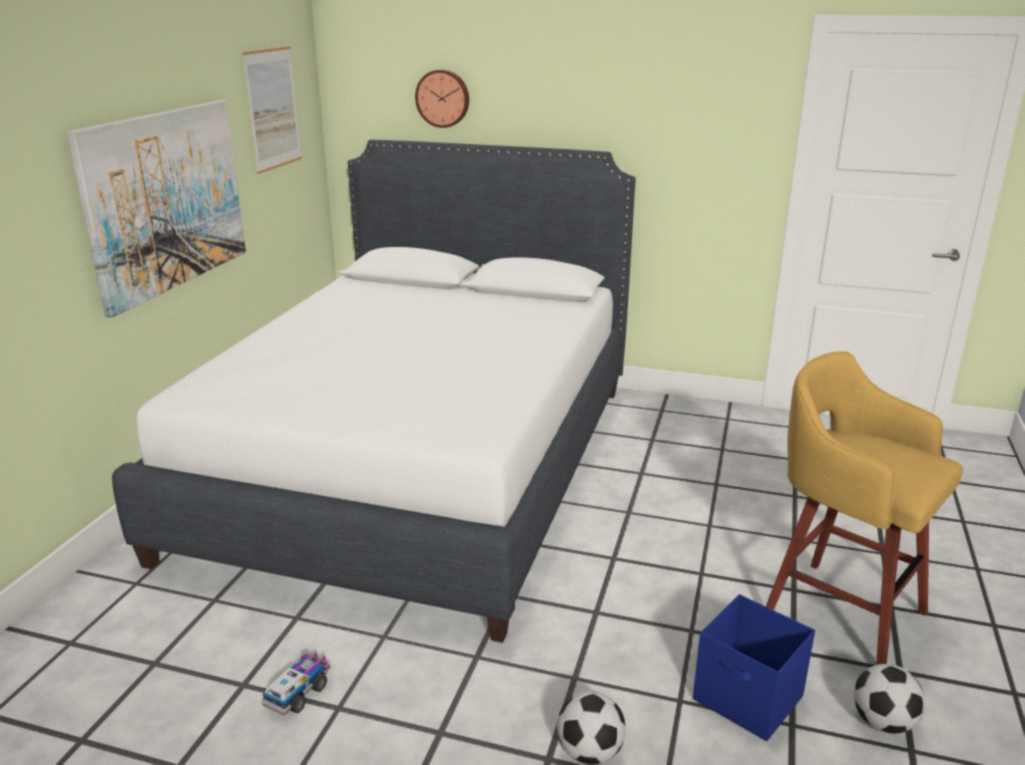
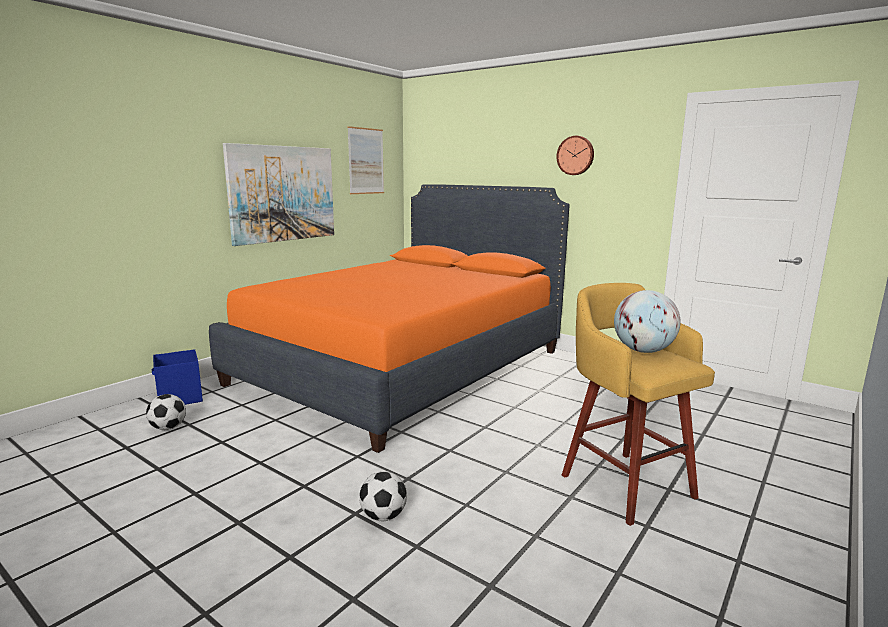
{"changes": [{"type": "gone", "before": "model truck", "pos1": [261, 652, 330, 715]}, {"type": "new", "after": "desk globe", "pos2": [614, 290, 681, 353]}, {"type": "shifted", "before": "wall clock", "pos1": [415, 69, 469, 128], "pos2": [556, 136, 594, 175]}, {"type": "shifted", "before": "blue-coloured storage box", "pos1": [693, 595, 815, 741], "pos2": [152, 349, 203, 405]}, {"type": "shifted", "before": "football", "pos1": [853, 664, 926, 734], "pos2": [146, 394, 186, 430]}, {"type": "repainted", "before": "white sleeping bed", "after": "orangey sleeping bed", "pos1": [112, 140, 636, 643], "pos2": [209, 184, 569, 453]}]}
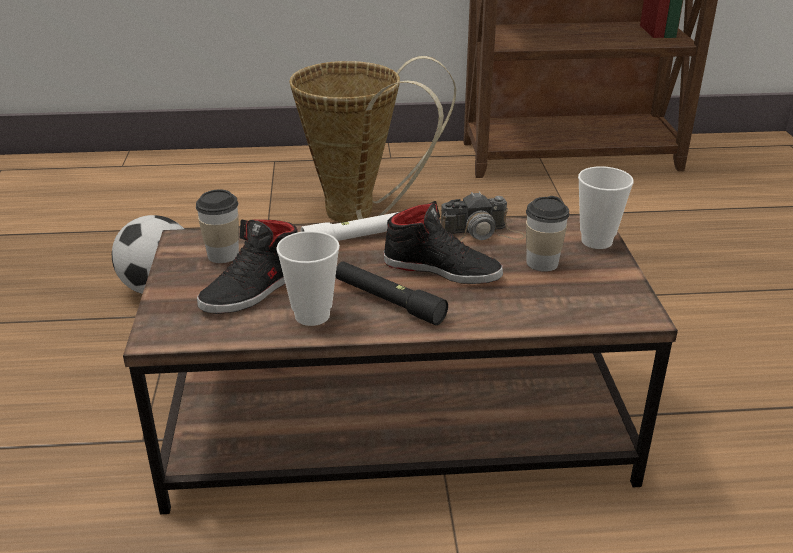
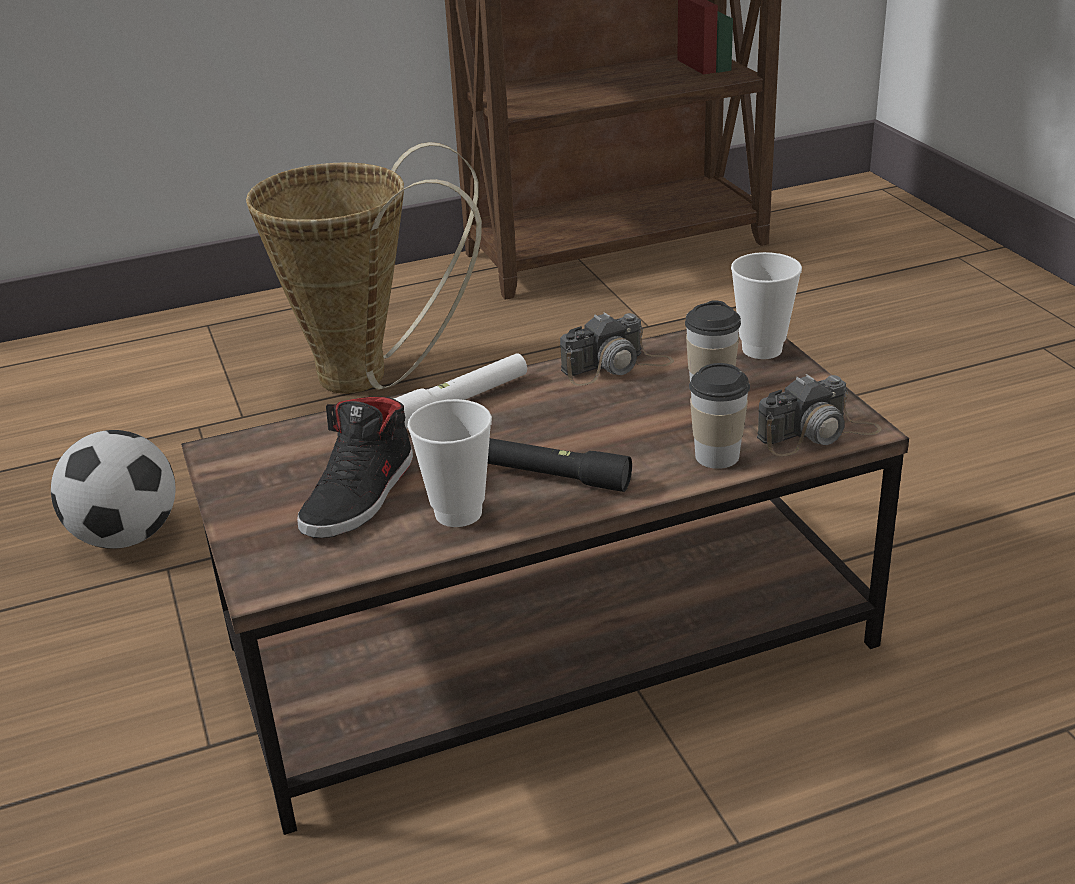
{"changes": [{"type": "gone", "before": "black-coloured item of footwear", "pos1": [383, 201, 503, 284]}, {"type": "new", "after": "photo camera", "pos2": [757, 374, 882, 456]}, {"type": "shifted", "before": "drinking cup", "pos1": [196, 189, 239, 263], "pos2": [689, 363, 750, 469]}]}
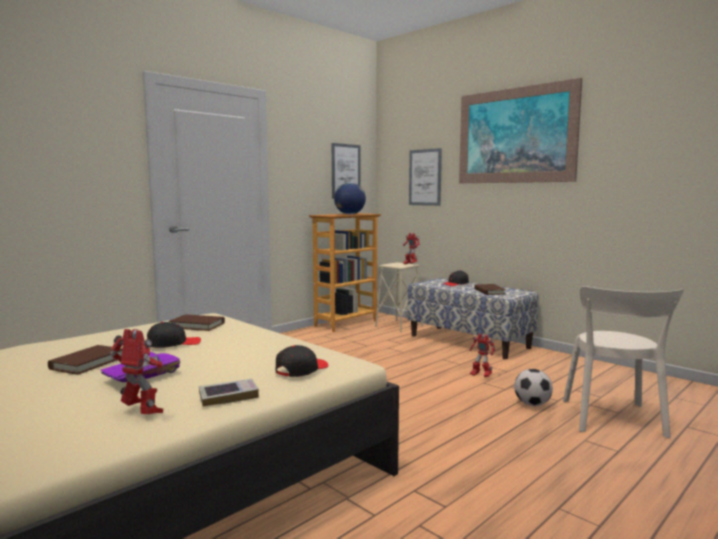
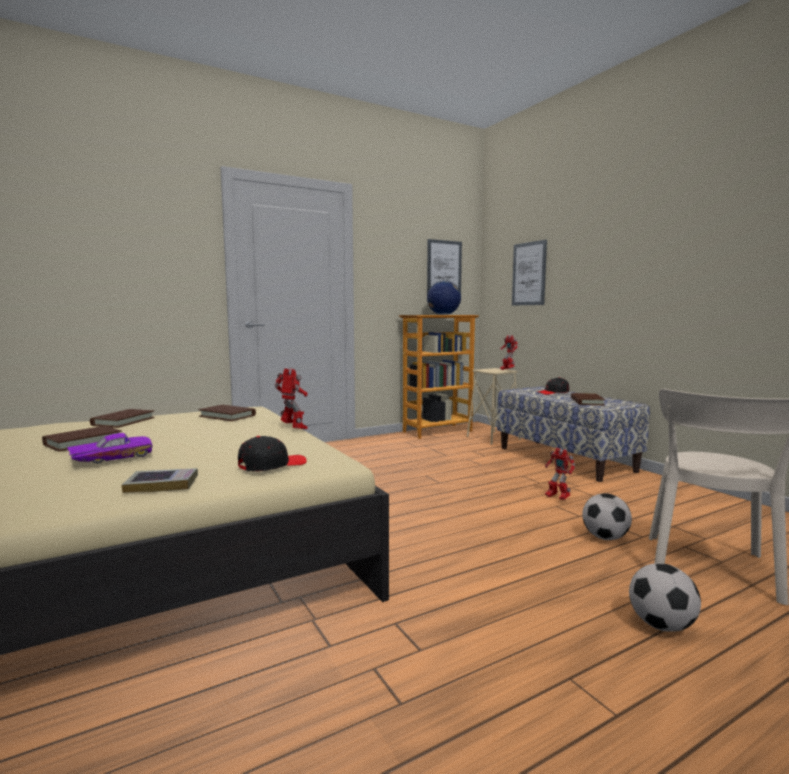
{"changes": [{"type": "gone", "before": "black-coloured cap", "pos1": [147, 322, 201, 348]}, {"type": "gone", "before": "wall picture", "pos1": [459, 78, 582, 183]}, {"type": "new", "after": "brown volume", "pos2": [90, 409, 155, 428]}, {"type": "new", "after": "football", "pos2": [629, 563, 701, 632]}, {"type": "shifted", "before": "model robot", "pos1": [110, 329, 163, 414], "pos2": [275, 368, 308, 429]}]}
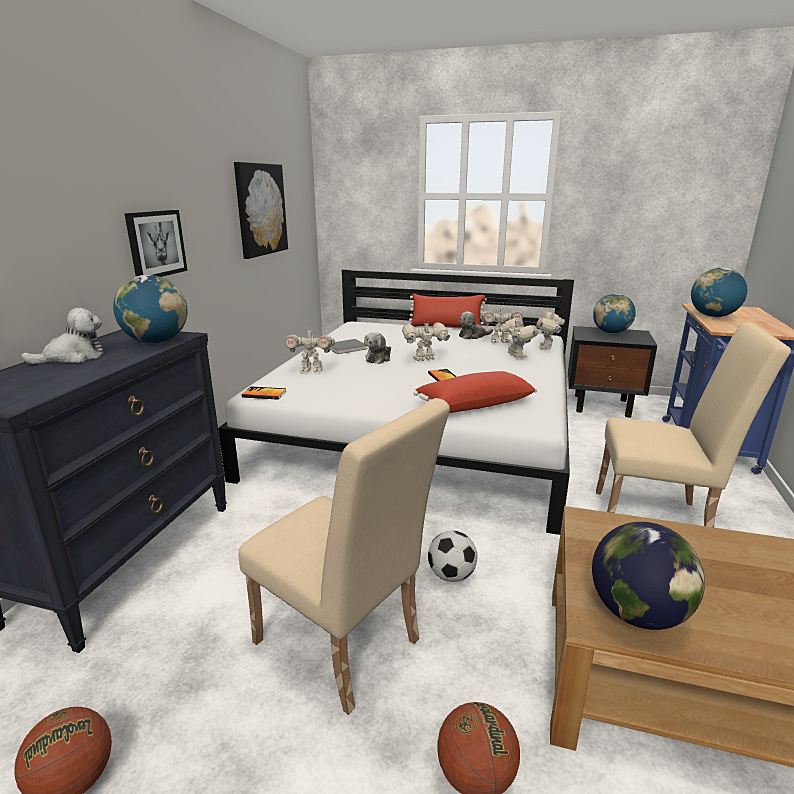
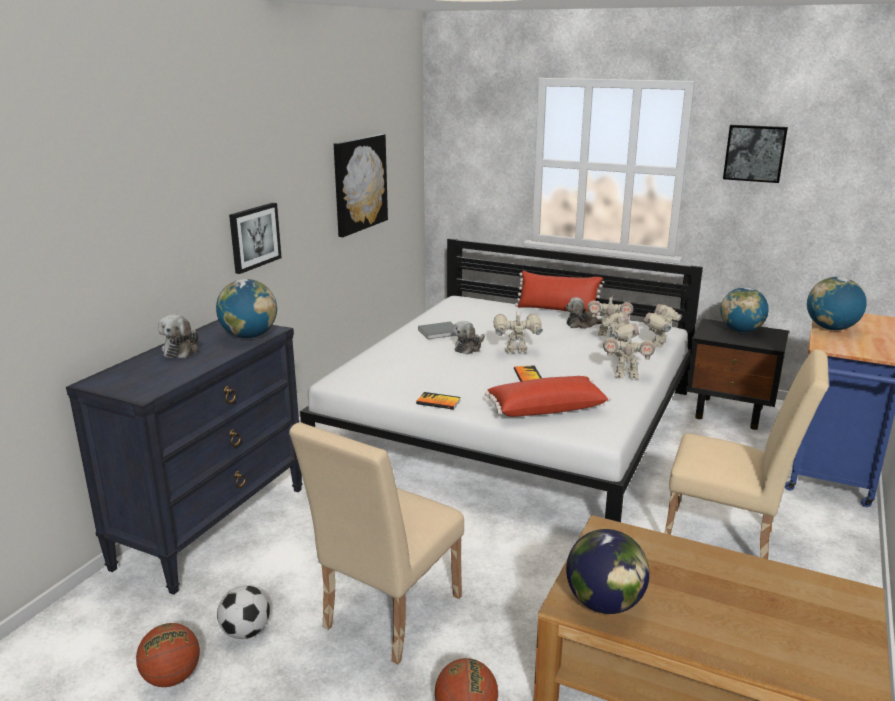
{"changes": [{"type": "new", "after": "wall picture", "pos2": [723, 125, 788, 183]}, {"type": "shifted", "before": "volume", "pos1": [242, 386, 286, 400], "pos2": [416, 392, 461, 410]}, {"type": "shifted", "before": "model robot", "pos1": [285, 327, 335, 372], "pos2": [603, 330, 655, 379]}, {"type": "shifted", "before": "football", "pos1": [428, 531, 478, 582], "pos2": [217, 585, 270, 639]}, {"type": "rotated", "before": "plush toy", "pos1": [21, 308, 104, 364], "pos2": [158, 314, 199, 358], "turn": 120}, {"type": "rotated", "before": "beige-coloured chair", "pos1": [238, 398, 450, 715], "pos2": [289, 422, 464, 664], "turn": 75}]}
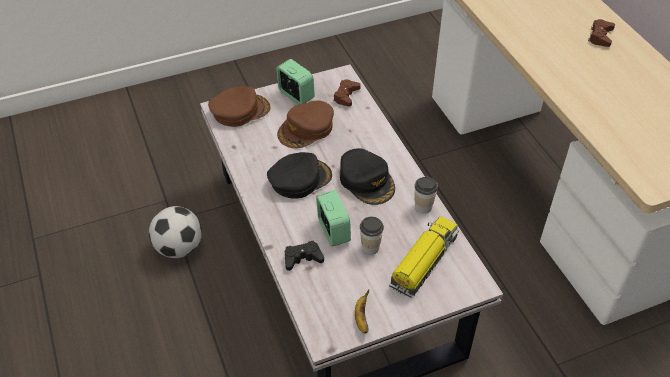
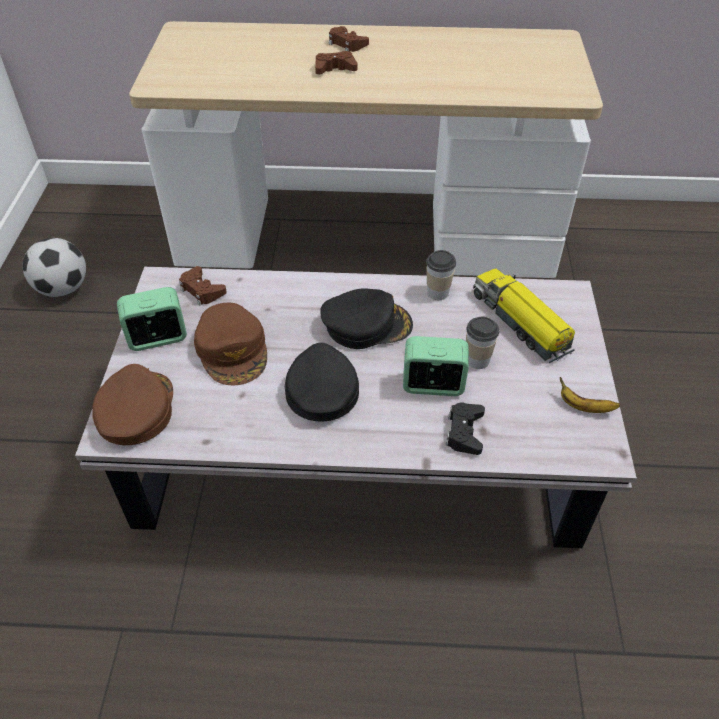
{"changes": [{"type": "new", "after": "brown game controller", "pos2": [315, 51, 358, 74]}, {"type": "shifted", "before": "football", "pos1": [149, 206, 202, 258], "pos2": [23, 238, 86, 297]}]}
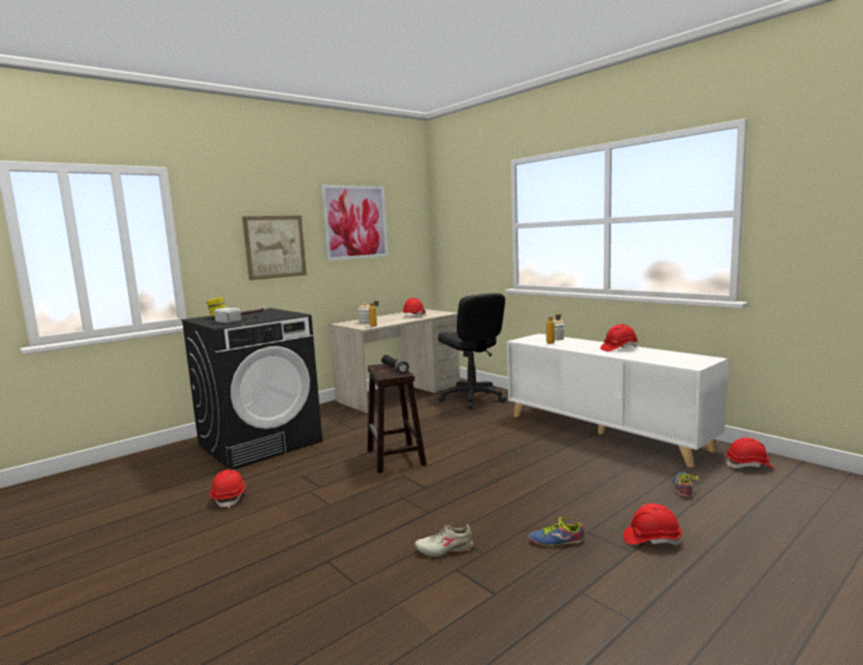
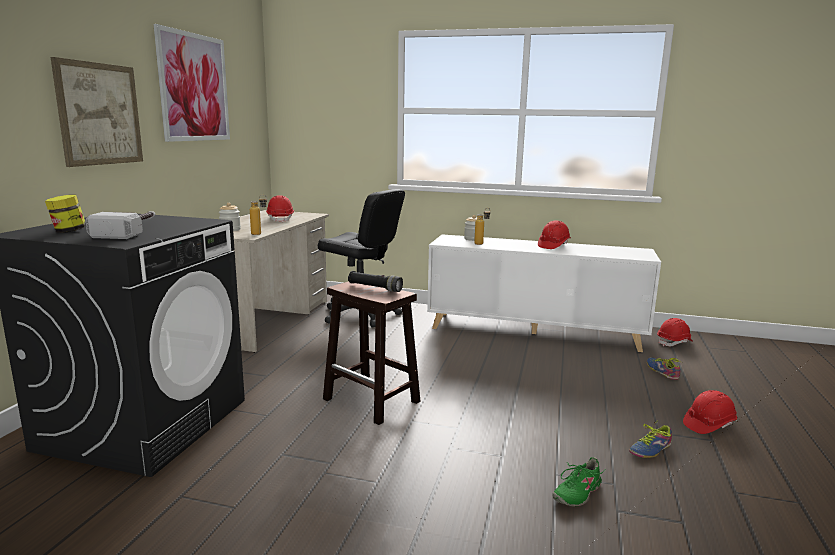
{"changes": [{"type": "gone", "before": "red-coloured work helmet", "pos1": [210, 469, 246, 508]}, {"type": "repainted", "before": "beige-coloured item of footwear", "after": "green-coloured item of footwear", "pos1": [414, 524, 474, 557], "pos2": [552, 457, 606, 506]}]}
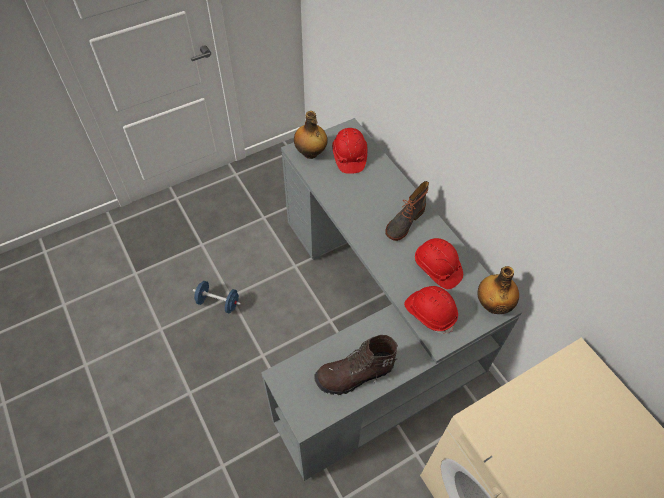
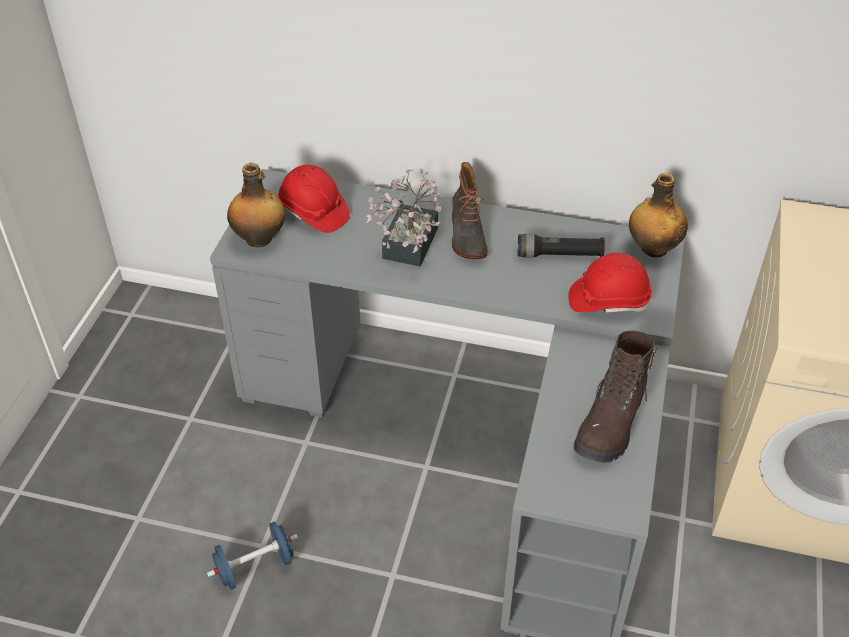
{"changes": [{"type": "new", "after": "potted plant", "pos2": [366, 168, 441, 267]}, {"type": "swapped", "before": "red-coloured work helmet", "after": "black-coloured flashlight", "pos1": [415, 238, 463, 289], "pos2": [518, 234, 605, 258]}]}
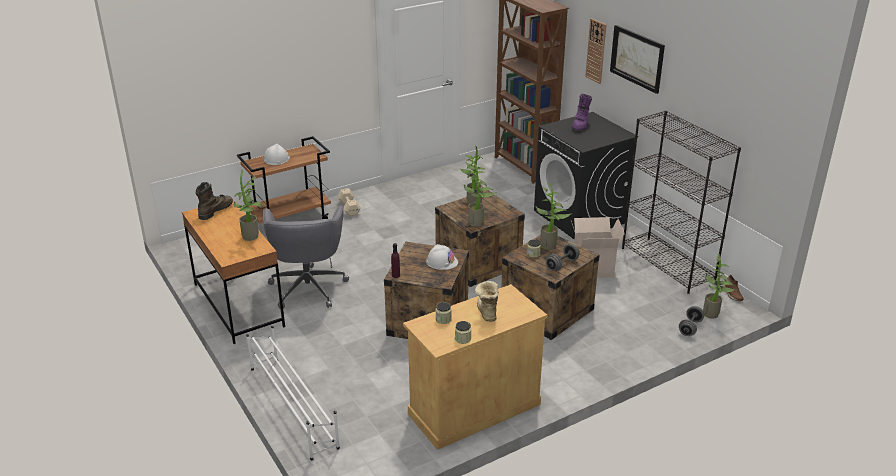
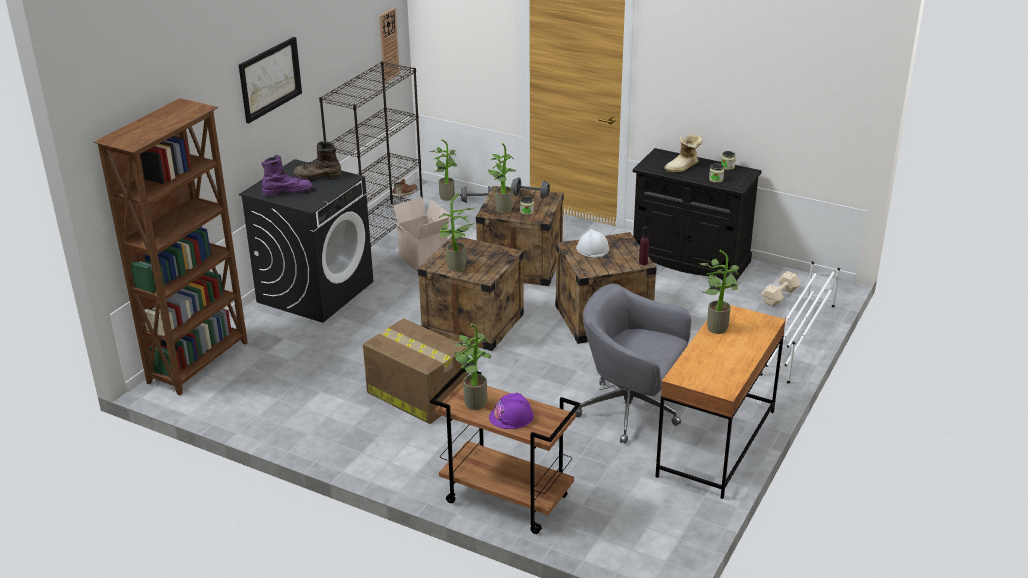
{"changes": [{"type": "new", "after": "packing box", "pos2": [363, 318, 468, 424]}, {"type": "shifted", "before": "brown high-top boot", "pos1": [195, 182, 233, 220], "pos2": [293, 141, 342, 181]}, {"type": "shifted", "before": "beige-coloured dumbbell", "pos1": [337, 188, 361, 216], "pos2": [761, 271, 800, 307]}, {"type": "shifted", "before": "potted plant", "pos1": [464, 162, 497, 227], "pos2": [455, 324, 491, 410]}, {"type": "shifted", "before": "wall clock", "pos1": [585, 18, 607, 84], "pos2": [379, 8, 400, 83]}, {"type": "repainted", "before": "white work helmet", "after": "purplish work helmet", "pos1": [264, 144, 290, 165], "pos2": [489, 392, 534, 429]}, {"type": "repainted", "before": "beige-coloured storage cabinet", "after": "black-coloured storage cabinet", "pos1": [403, 284, 548, 450], "pos2": [633, 148, 762, 281]}, {"type": "rotated", "before": "gray office chair", "pos1": [263, 206, 349, 308], "pos2": [575, 284, 691, 444], "turn": -120}]}
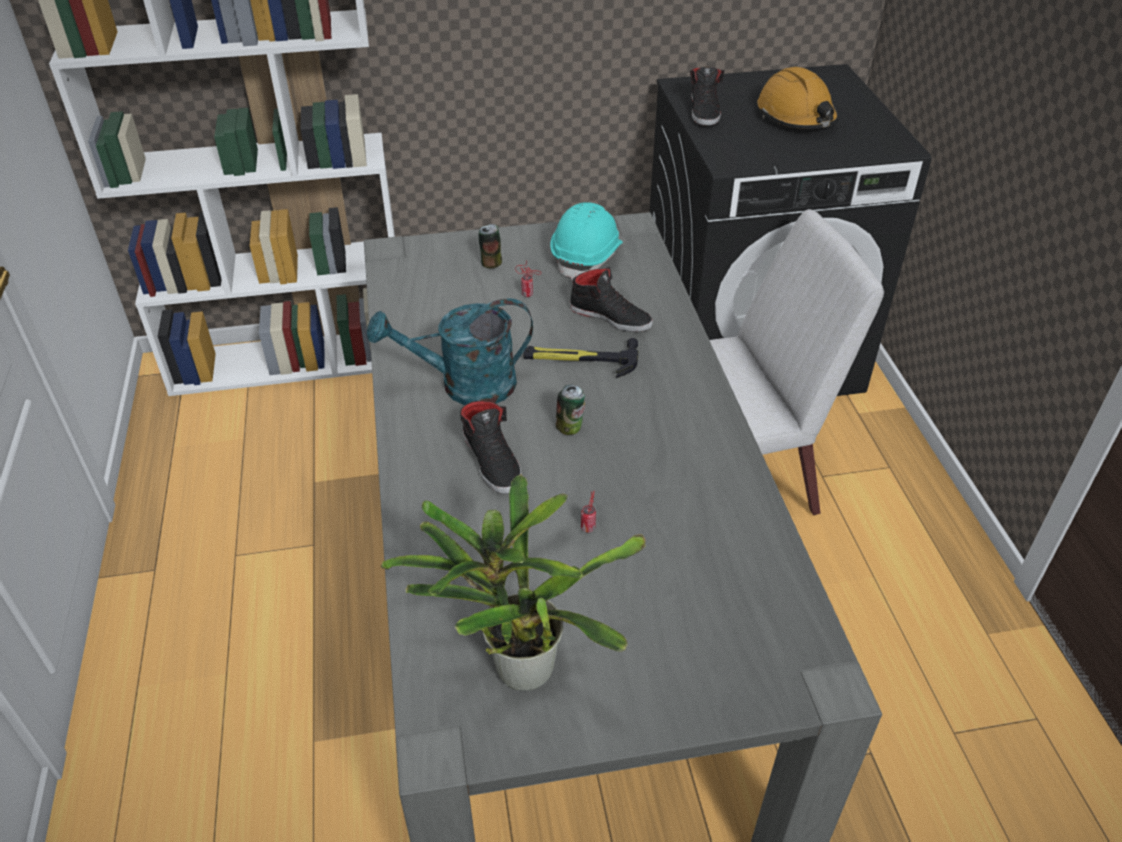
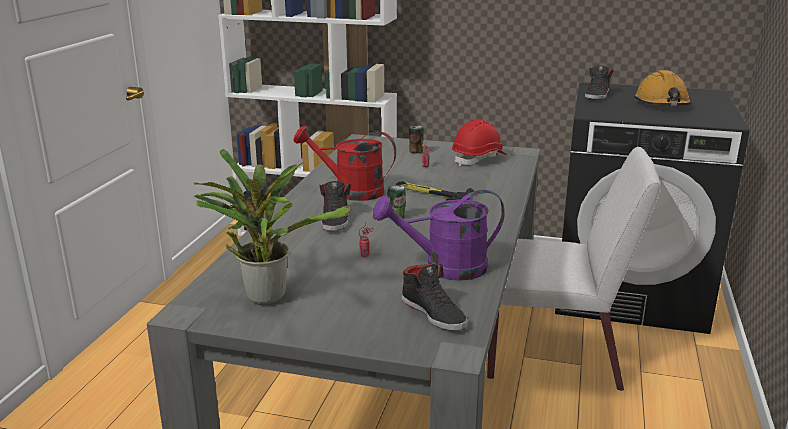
{"changes": [{"type": "new", "after": "purplish watering can", "pos2": [373, 190, 505, 281]}, {"type": "shifted", "before": "black-coloured item of footwear", "pos1": [570, 267, 653, 332], "pos2": [402, 264, 468, 331]}, {"type": "repainted", "before": "turquoise-coloured watering can", "after": "red-coloured watering can", "pos1": [367, 298, 533, 405], "pos2": [294, 125, 396, 201]}, {"type": "repainted", "before": "turquoise-coloured work helmet", "after": "red-coloured work helmet", "pos1": [551, 202, 623, 281], "pos2": [452, 119, 507, 166]}]}
